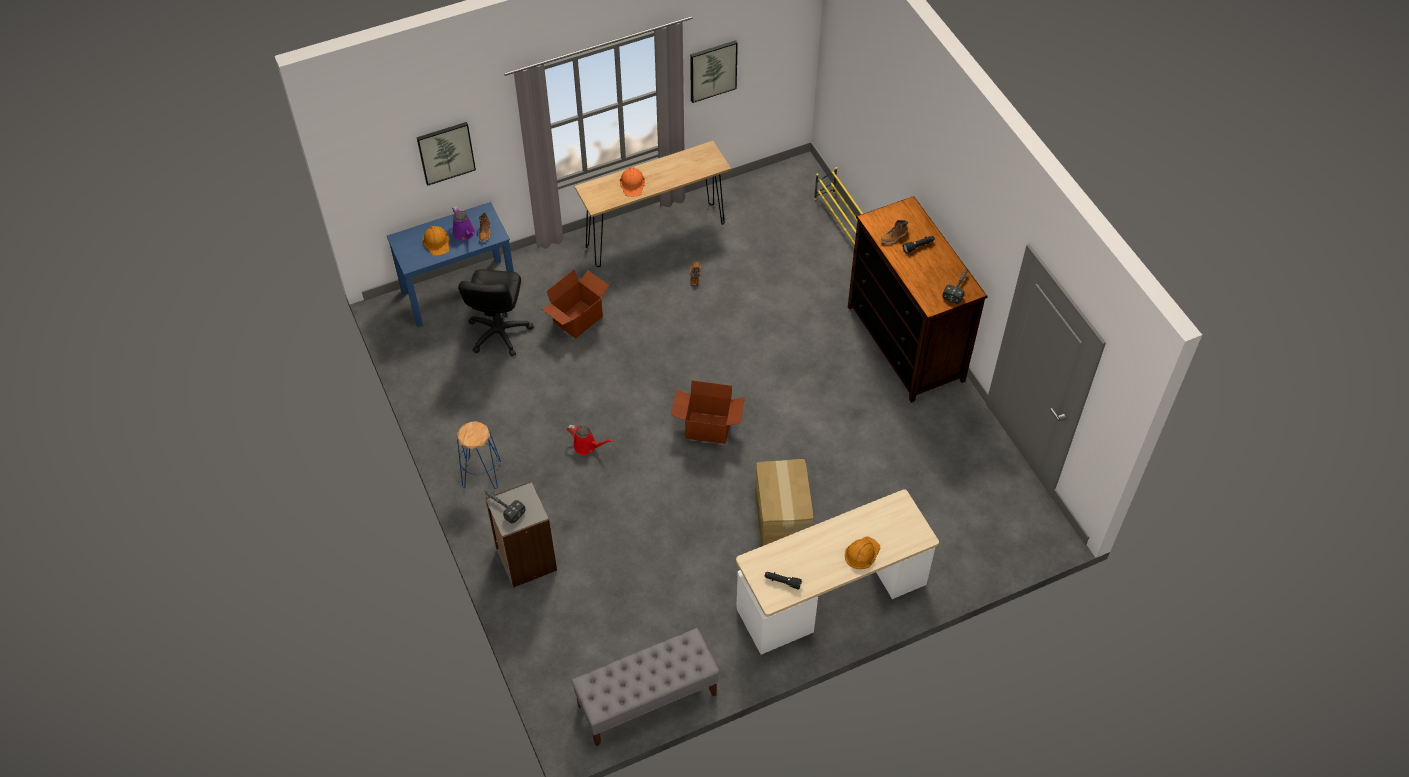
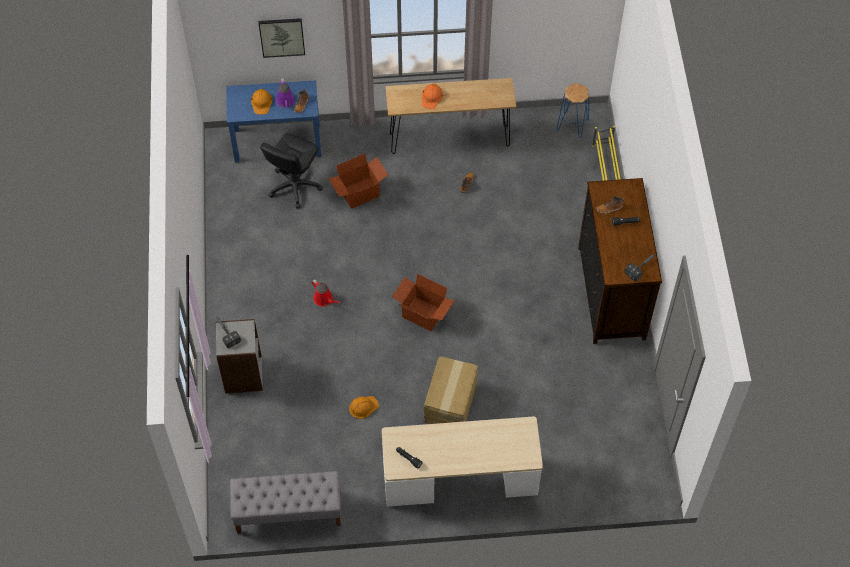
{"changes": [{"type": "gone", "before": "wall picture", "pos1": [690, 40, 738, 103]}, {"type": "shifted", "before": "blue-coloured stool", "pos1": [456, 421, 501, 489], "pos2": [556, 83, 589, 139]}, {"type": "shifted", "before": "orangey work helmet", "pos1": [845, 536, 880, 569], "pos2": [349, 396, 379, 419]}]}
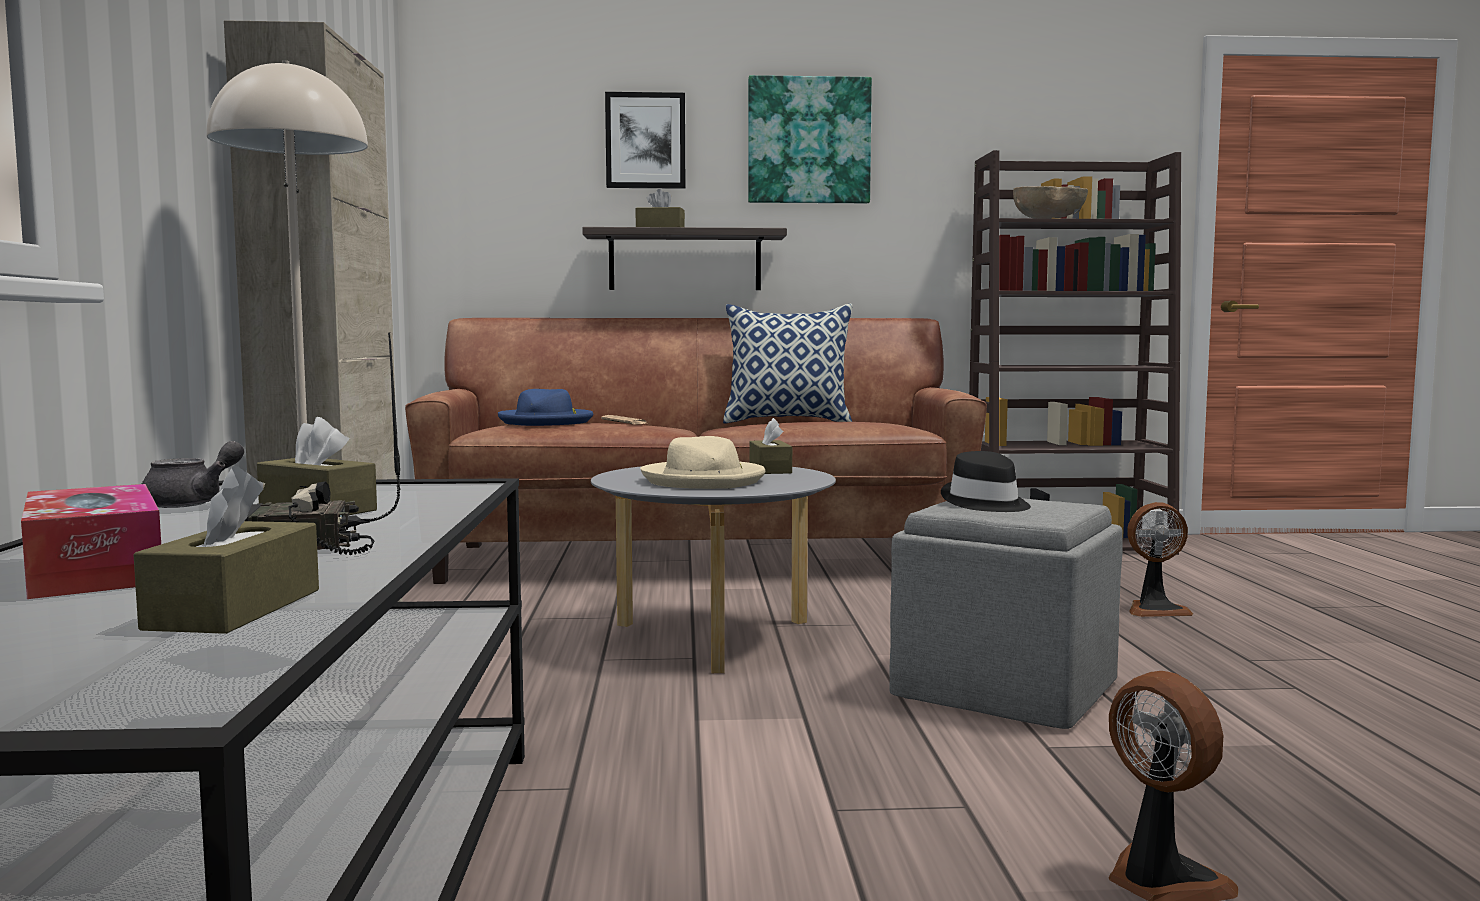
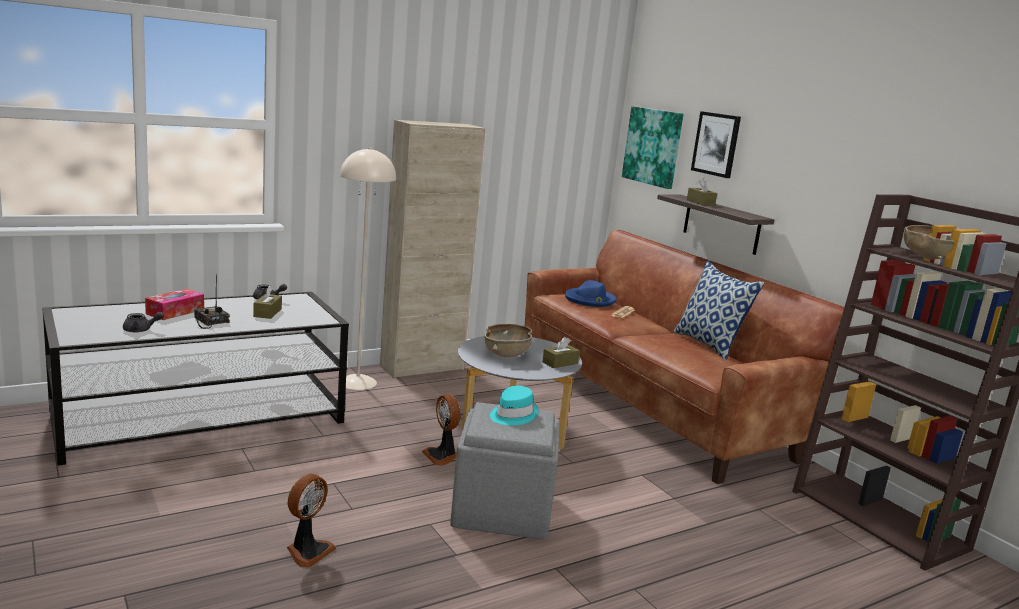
{"changes": [{"type": "shifted", "before": "wall picture", "pos1": [748, 75, 872, 204], "pos2": [622, 106, 683, 189]}, {"type": "shifted", "before": "cooling fan", "pos1": [1127, 502, 1193, 617], "pos2": [422, 394, 460, 466]}, {"type": "swapped", "before": "brown tissue holder", "after": "gray tea pot", "pos1": [133, 466, 319, 634], "pos2": [123, 312, 164, 333]}, {"type": "swapped", "before": "beige-coloured clothing hat", "after": "brown bowl", "pos1": [640, 436, 765, 489], "pos2": [485, 324, 532, 357]}, {"type": "repainted", "before": "black-coloured clothing hat", "after": "turquoise-coloured clothing hat", "pos1": [941, 451, 1031, 512], "pos2": [490, 386, 539, 425]}]}
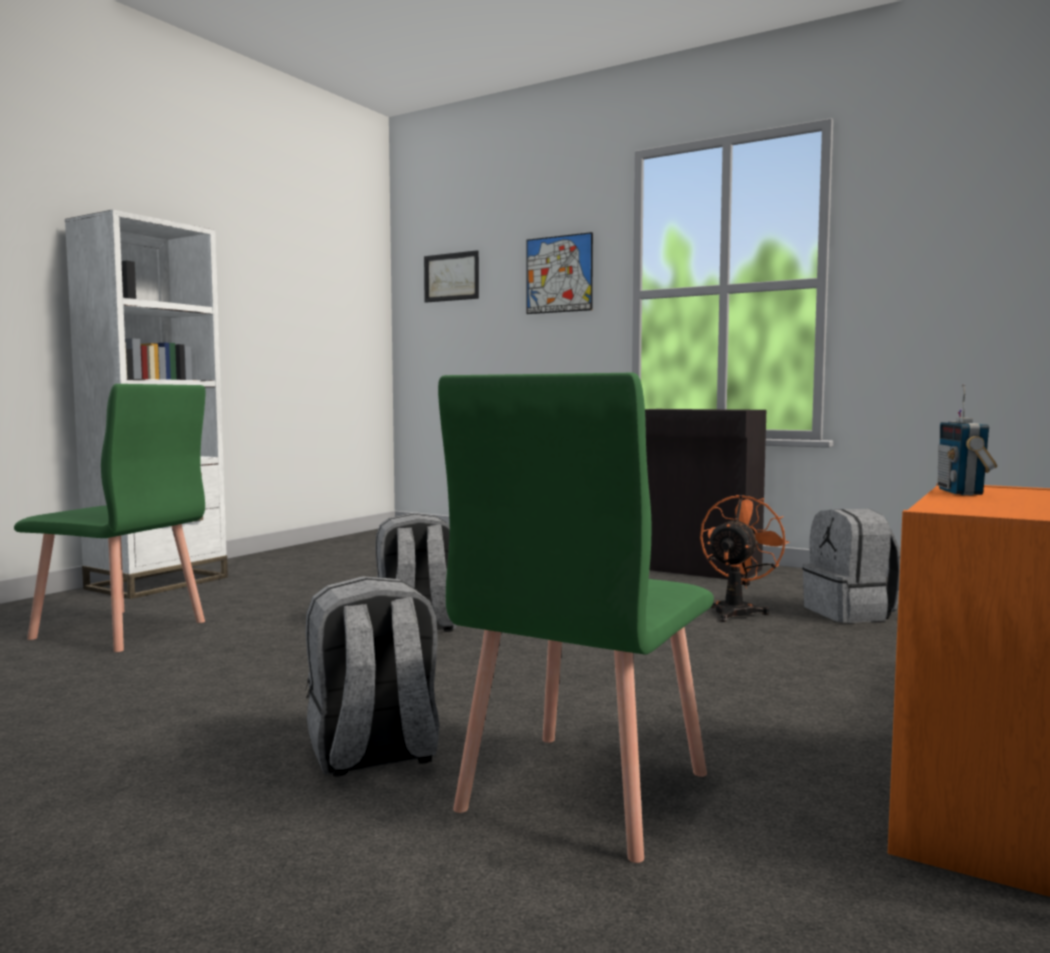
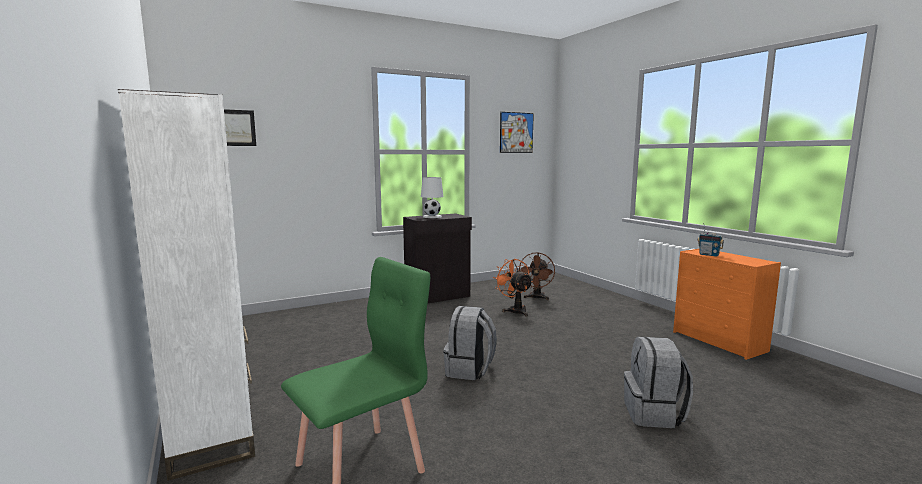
{"changes": [{"type": "gone", "before": "green-coloured chair", "pos1": [438, 373, 714, 863]}, {"type": "new", "after": "white table lamp", "pos2": [421, 177, 444, 218]}, {"type": "shifted", "before": "wall picture", "pos1": [527, 232, 593, 314], "pos2": [500, 112, 534, 153]}, {"type": "swapped", "before": "gray backpack", "after": "brown cooling fan", "pos1": [802, 509, 900, 623], "pos2": [519, 252, 555, 300]}]}
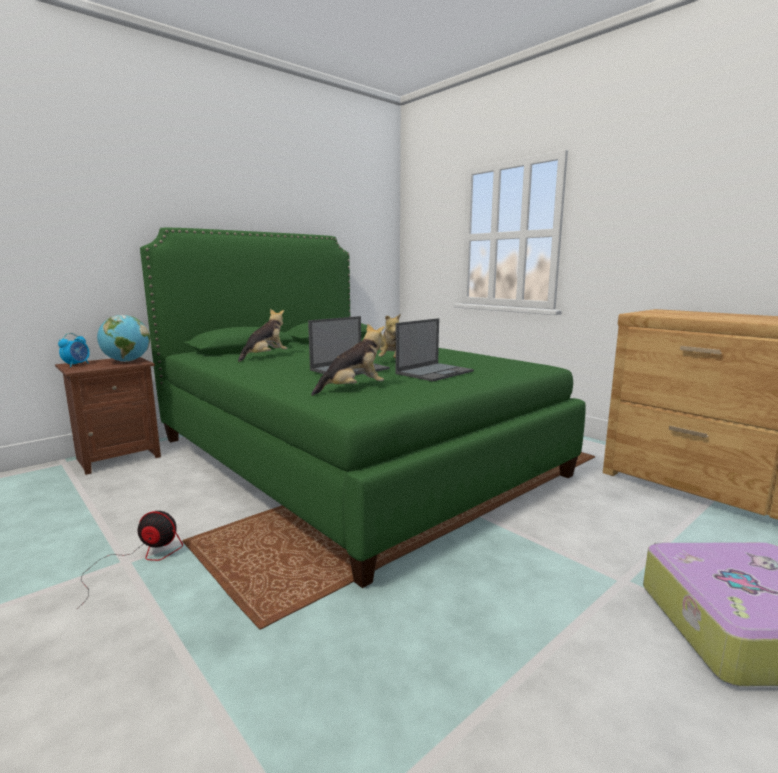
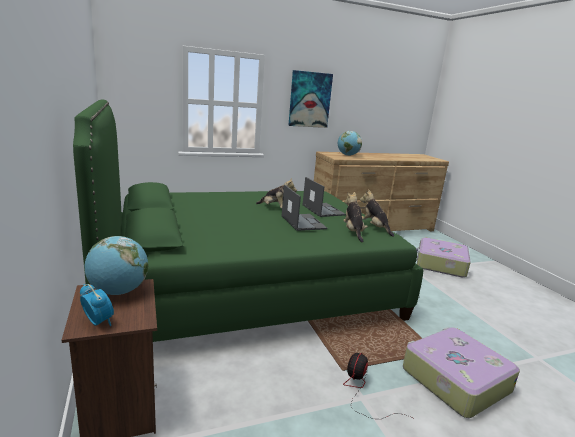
{"changes": [{"type": "new", "after": "wall picture", "pos2": [288, 70, 333, 128]}, {"type": "new", "after": "desk globe", "pos2": [338, 131, 362, 156]}, {"type": "new", "after": "piece of luggage", "pos2": [403, 327, 520, 418]}, {"type": "shifted", "before": "plush toy", "pos1": [238, 309, 287, 362], "pos2": [360, 189, 394, 237]}]}
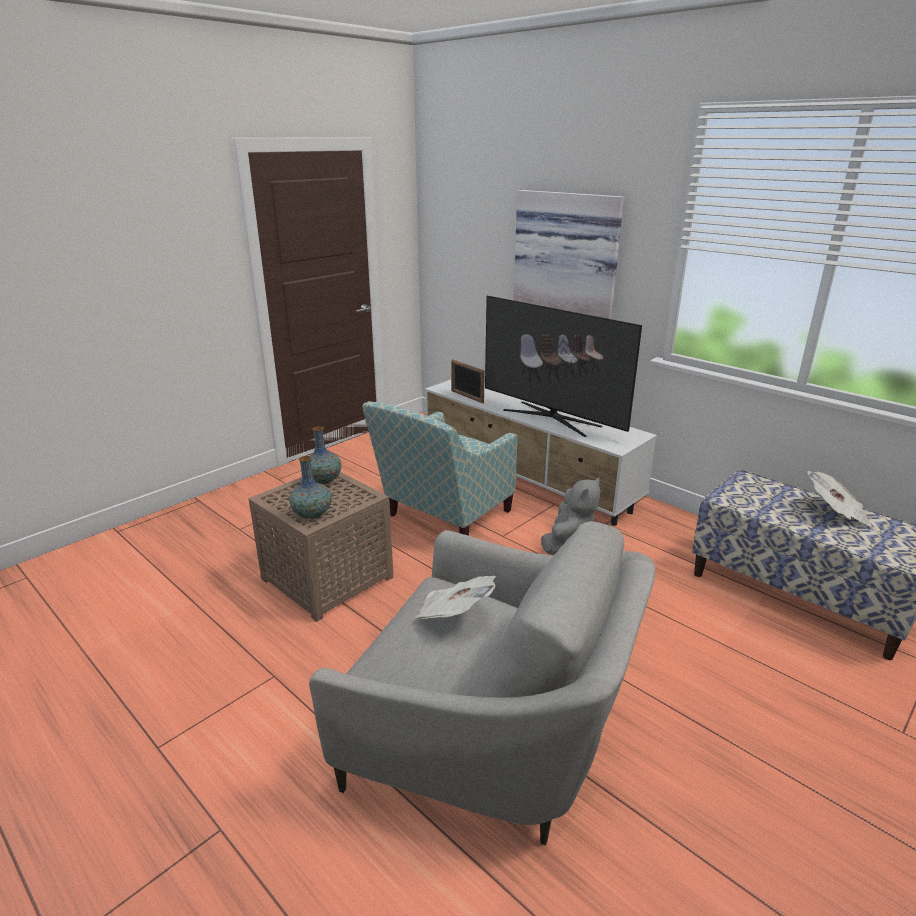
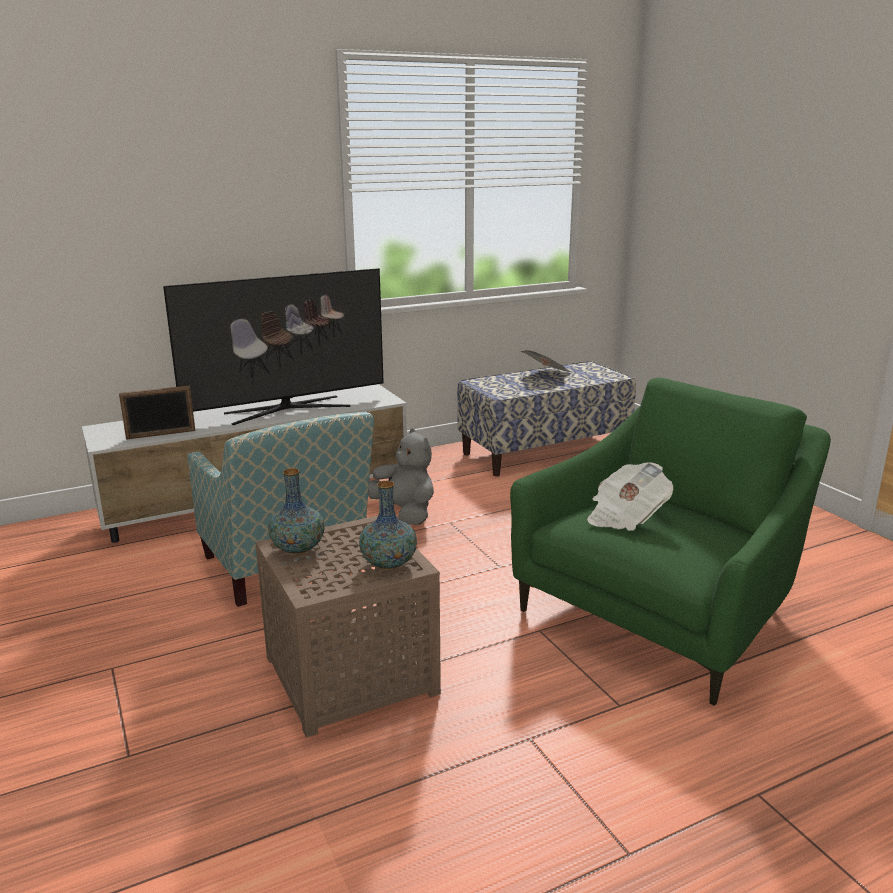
{"changes": [{"type": "gone", "before": "wall picture", "pos1": [513, 190, 624, 319]}, {"type": "repainted", "before": "gray armchair", "after": "green-coloured armchair", "pos1": [309, 521, 655, 846], "pos2": [510, 378, 831, 706]}]}
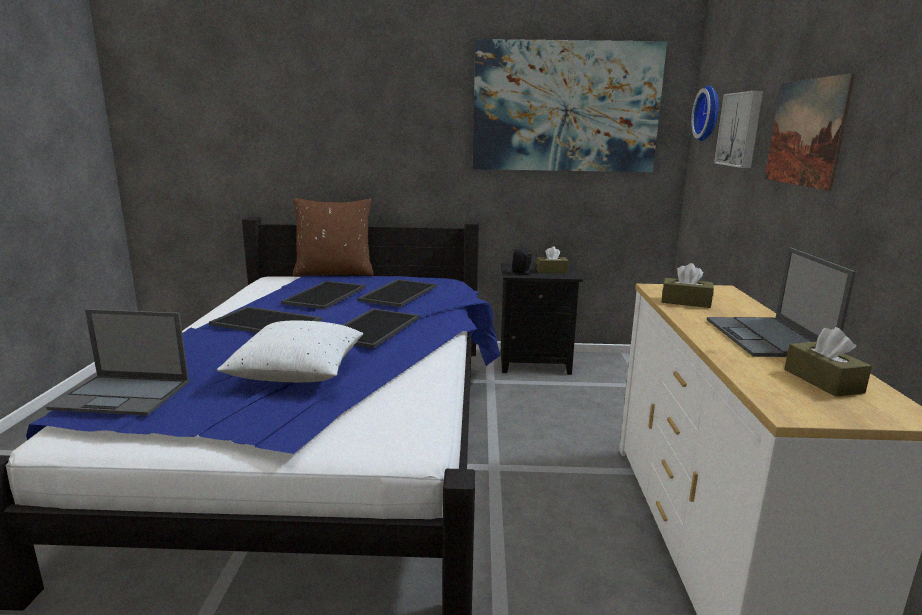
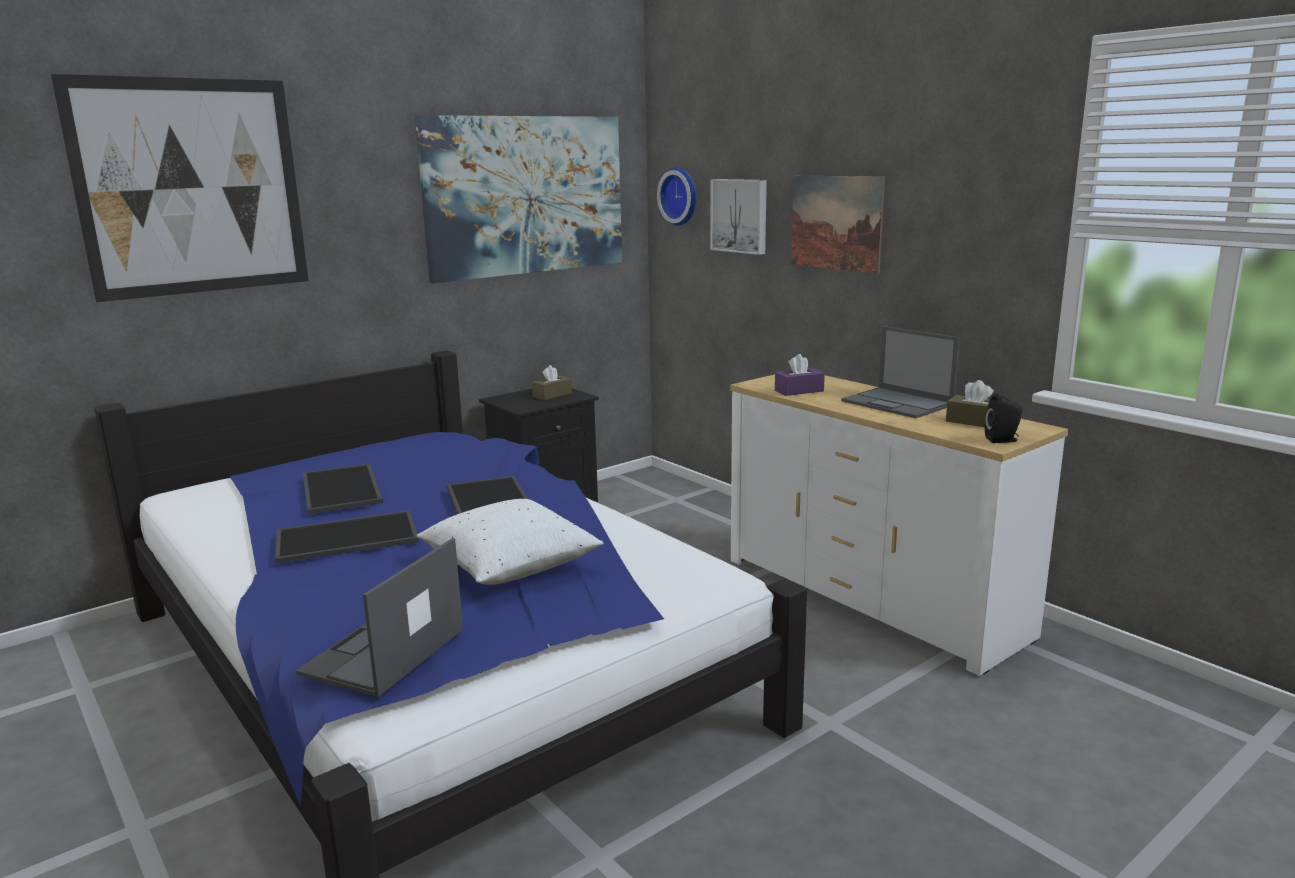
{"changes": [{"type": "gone", "before": "brown cushion", "pos1": [293, 198, 374, 277]}, {"type": "gone", "before": "carrying tray", "pos1": [357, 279, 437, 307]}, {"type": "new", "after": "wall picture", "pos2": [50, 74, 309, 302]}, {"type": "shifted", "before": "black-coloured audio speaker", "pos1": [512, 247, 532, 275], "pos2": [985, 394, 1022, 443]}, {"type": "repainted", "before": "brown tissue holder", "after": "purplish tissue holder", "pos1": [662, 263, 714, 308], "pos2": [775, 354, 825, 396]}, {"type": "rotated", "before": "laptop", "pos1": [47, 309, 189, 416], "pos2": [296, 538, 463, 697], "turn": 150}]}
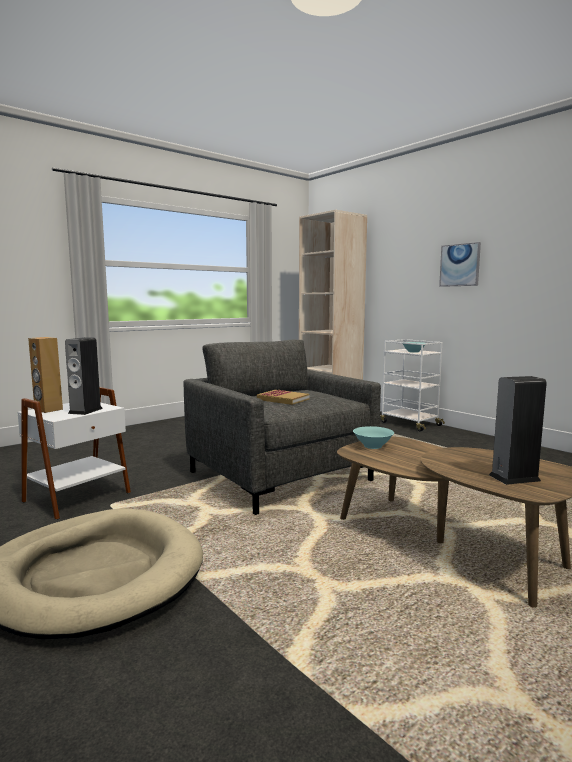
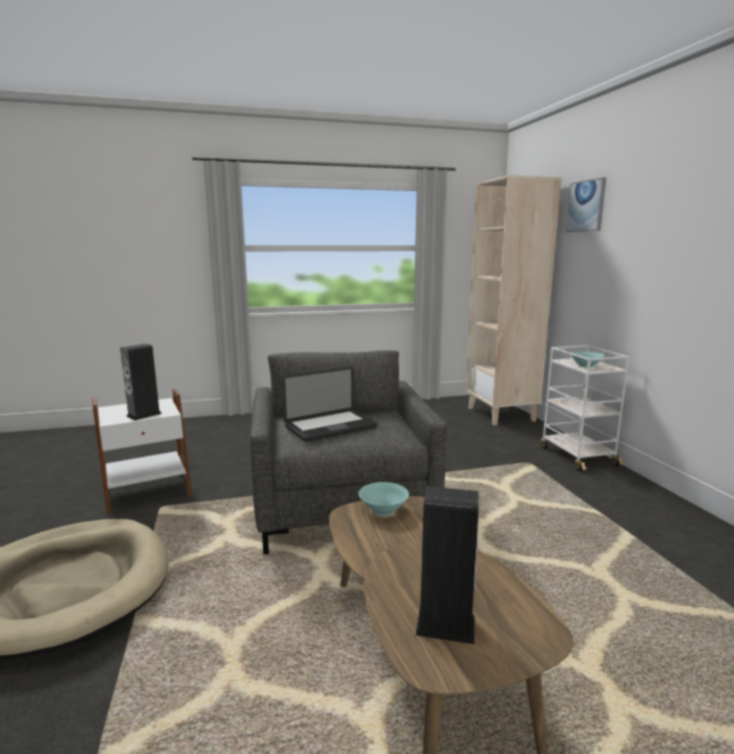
{"changes": [{"type": "gone", "before": "brown audio speaker", "pos1": [28, 337, 63, 413]}, {"type": "shifted", "before": "wall picture", "pos1": [439, 242, 481, 287], "pos2": [566, 177, 606, 232]}, {"type": "swapped", "before": "volume", "after": "laptop", "pos1": [257, 390, 309, 405], "pos2": [282, 367, 377, 442]}]}
